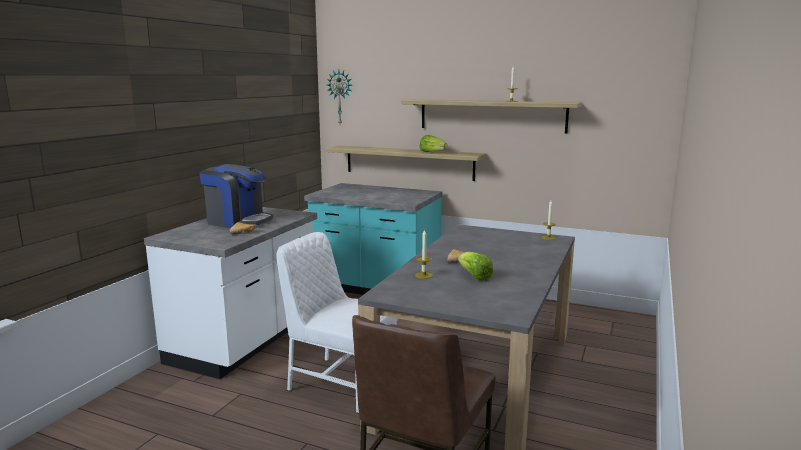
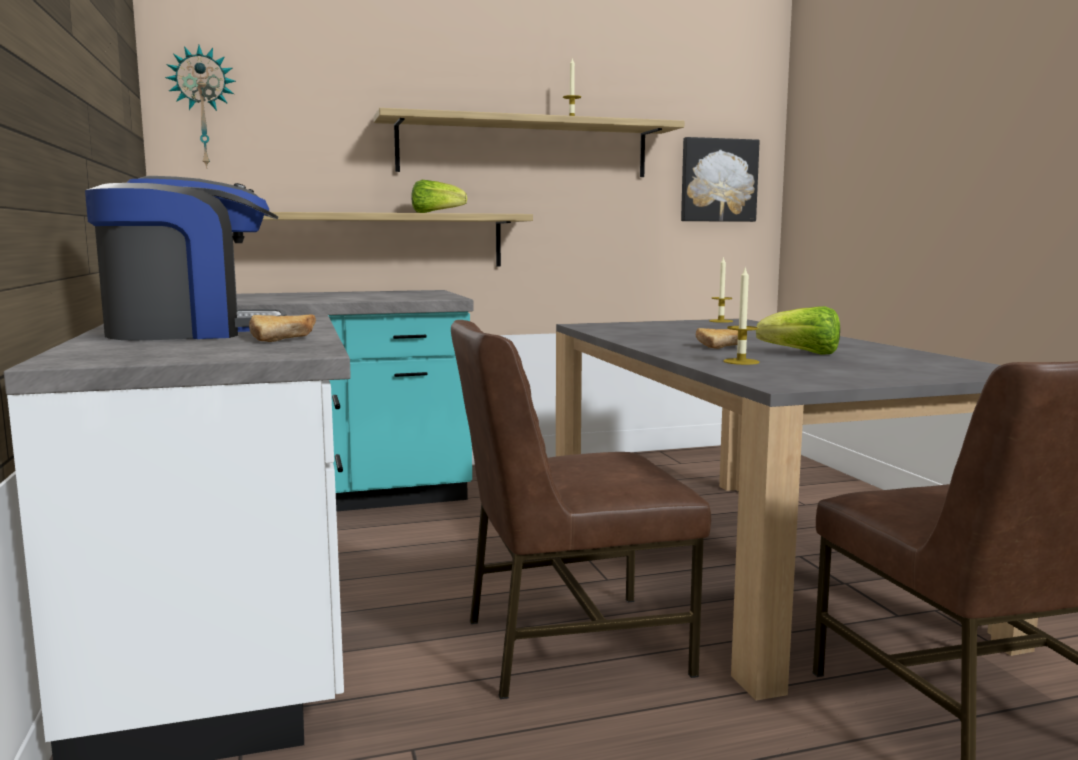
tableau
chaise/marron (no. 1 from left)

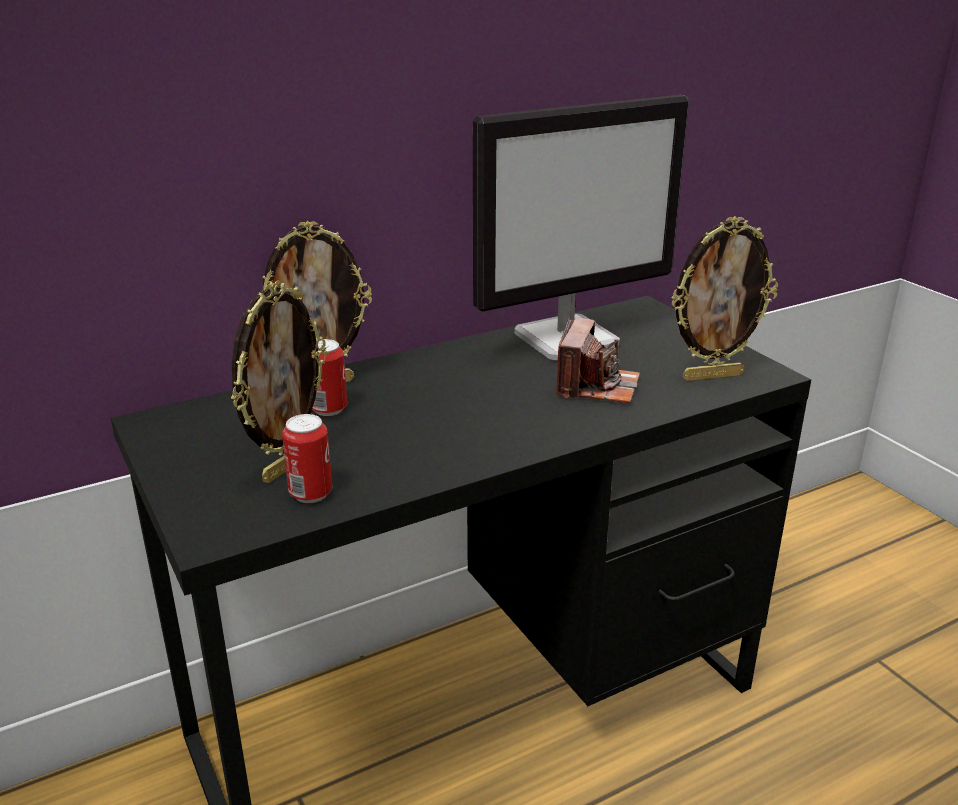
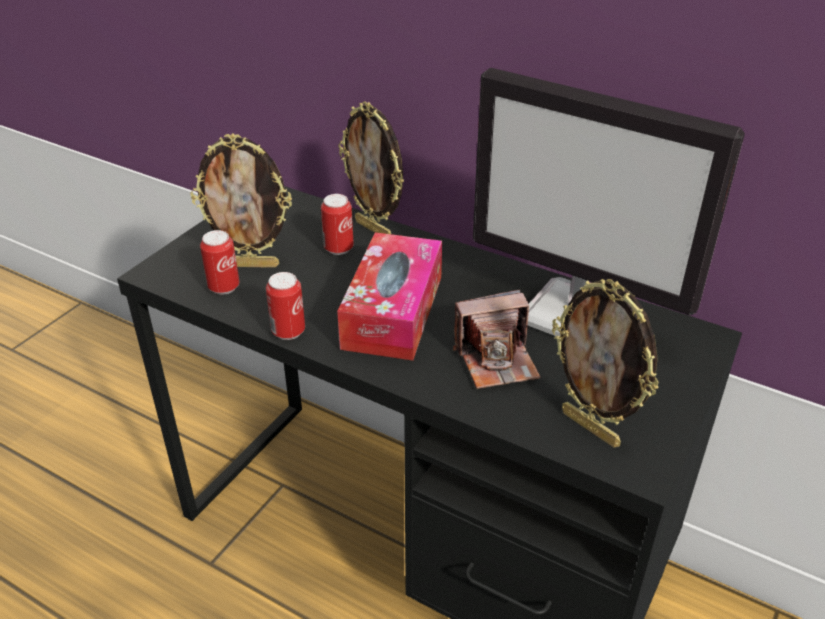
boîte métallique (no. 2 from left)
boîte à mouchoirs

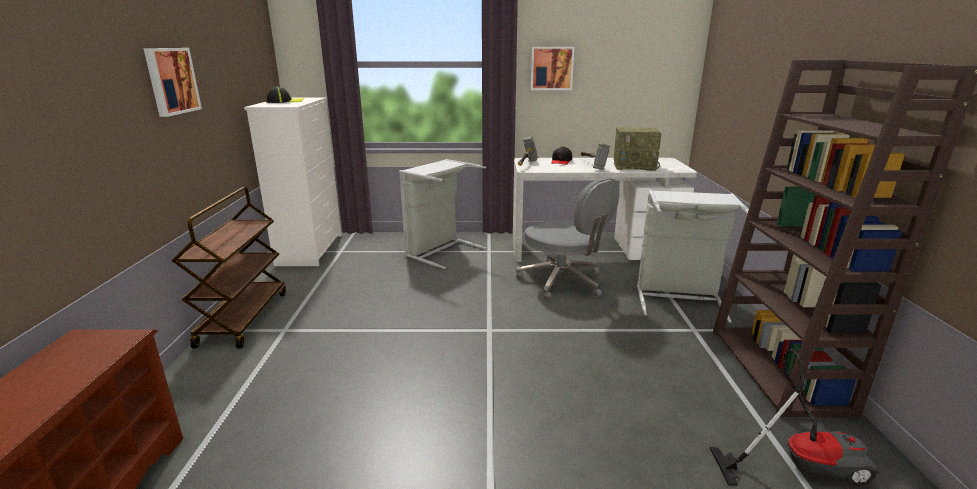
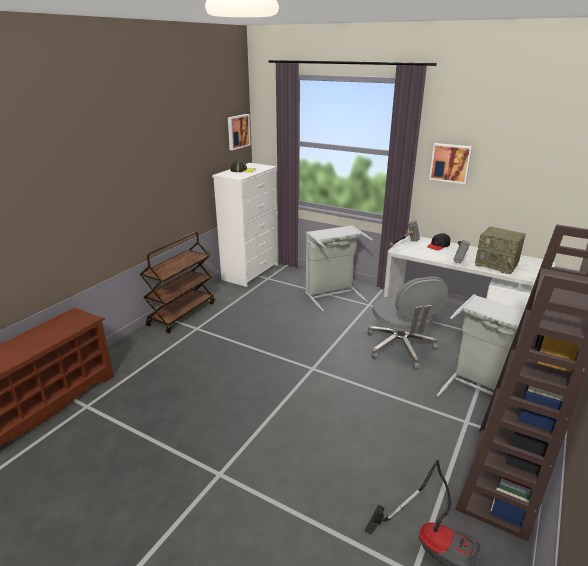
tableau (no. 1 from left)

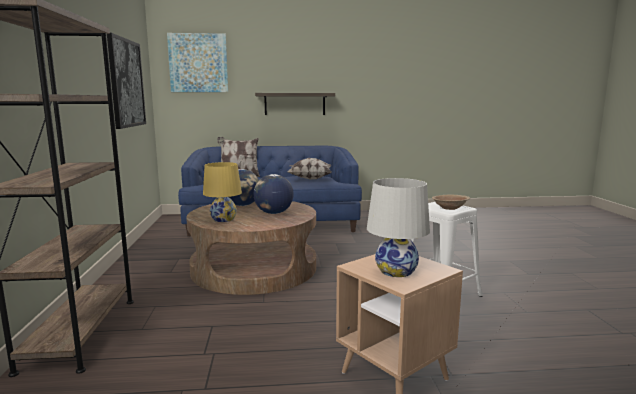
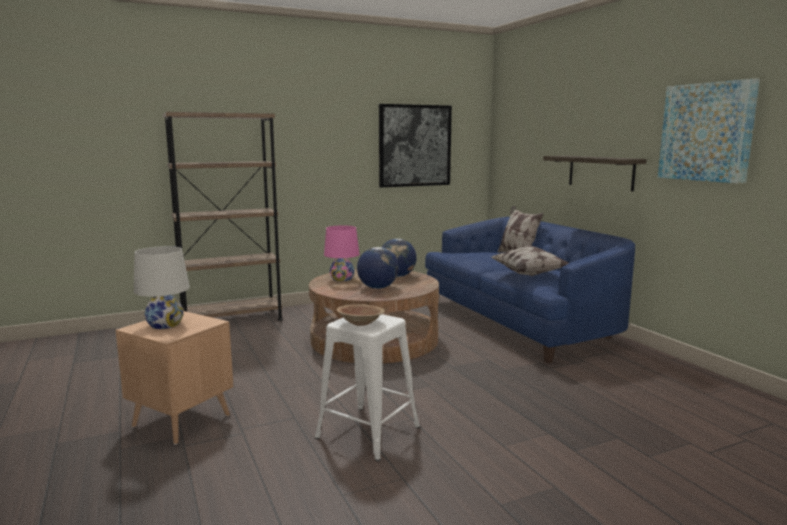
tableau (no. 2 from left)
lampe de table/rose

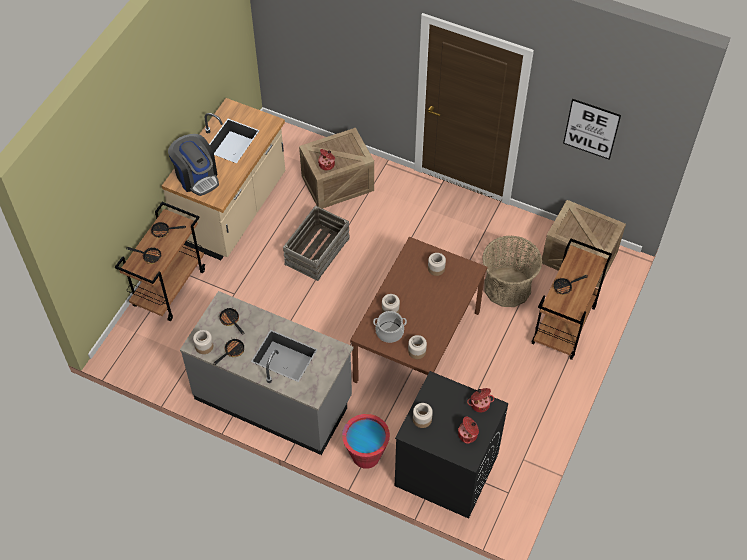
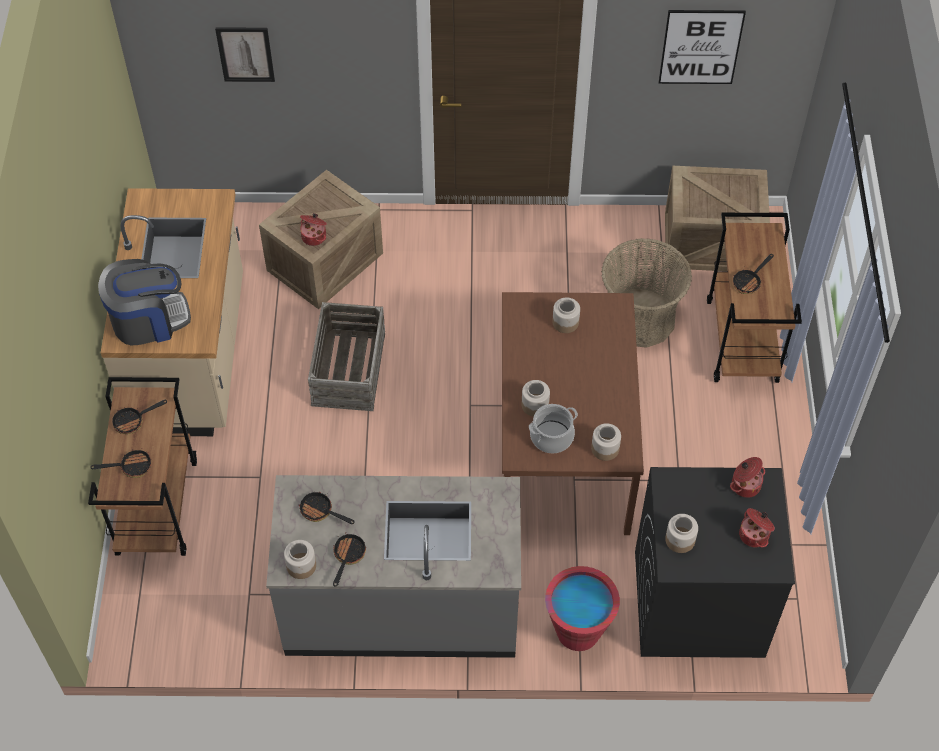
tableau (no. 1 from left)
machine à café

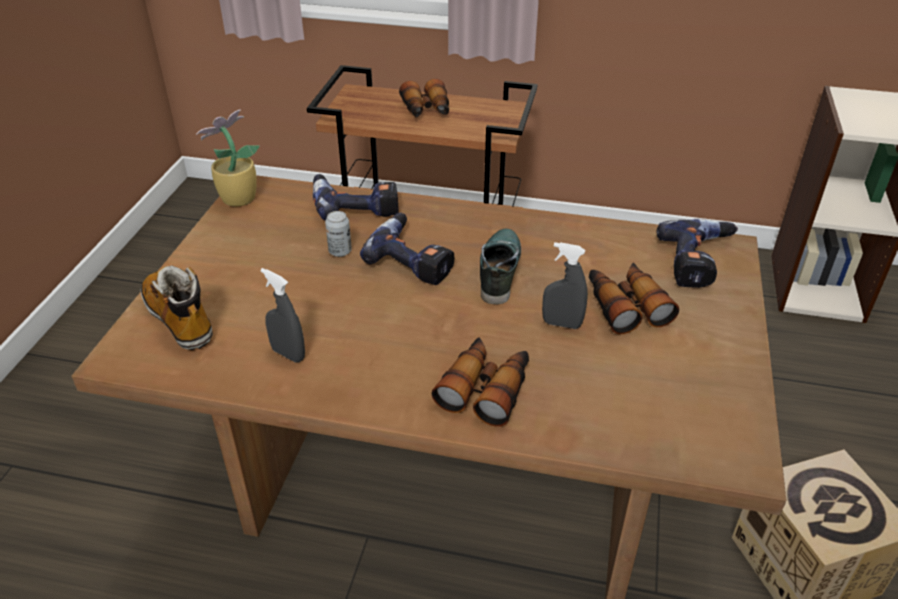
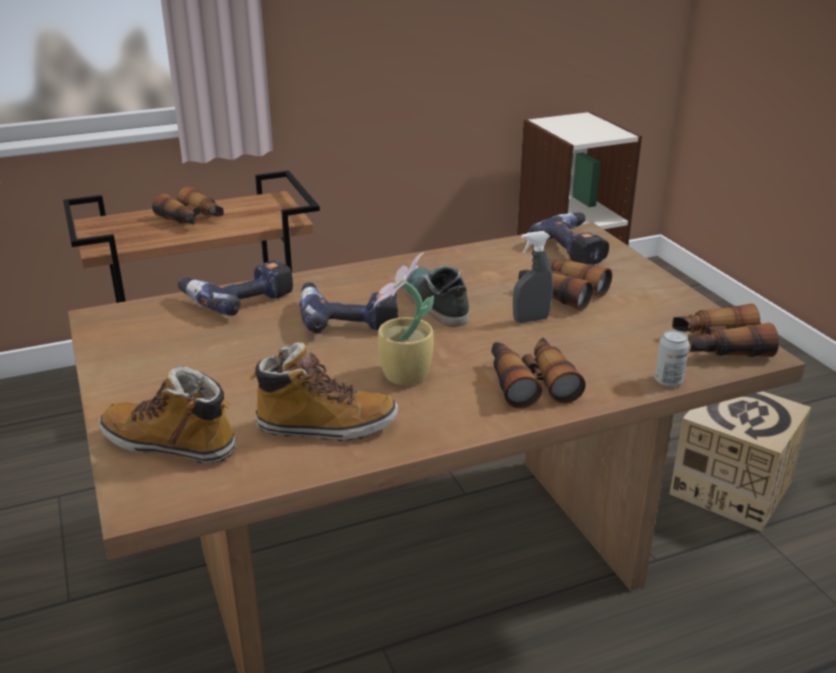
jumelles (no. 4 from left)
plante en pot
boîte métallique
botte (no. 2 from left)

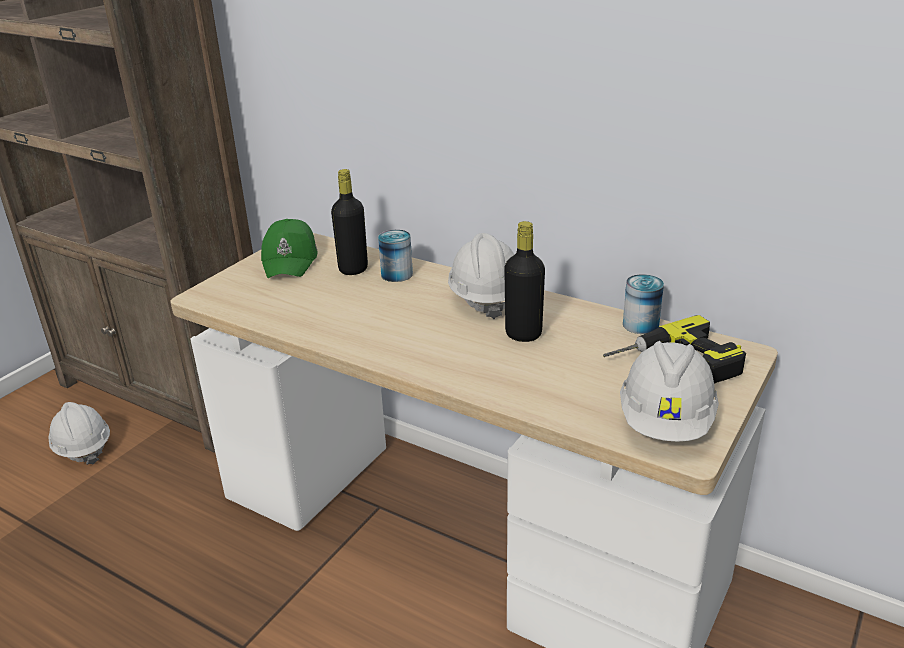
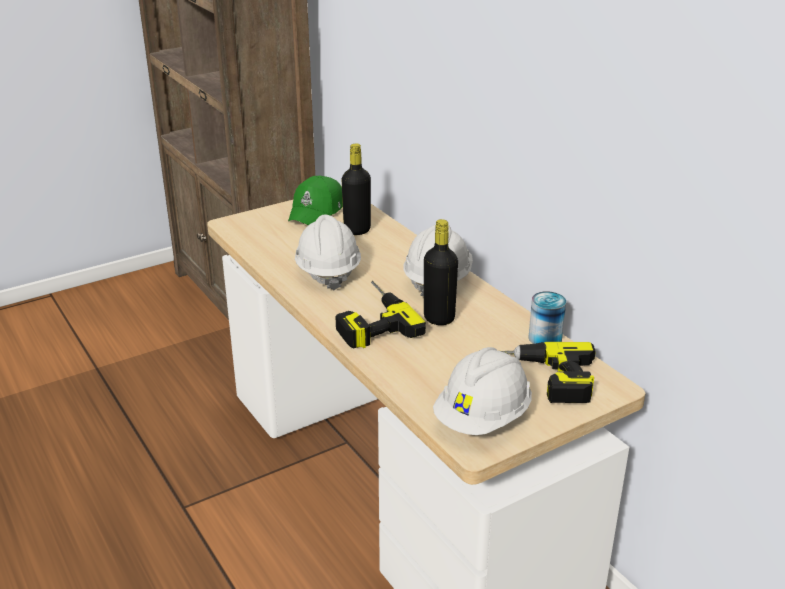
boîte métallique (no. 1 from left in the first image)
perceuse (no. 1 from left)
casque de chantier/blanc (no. 1 from left)

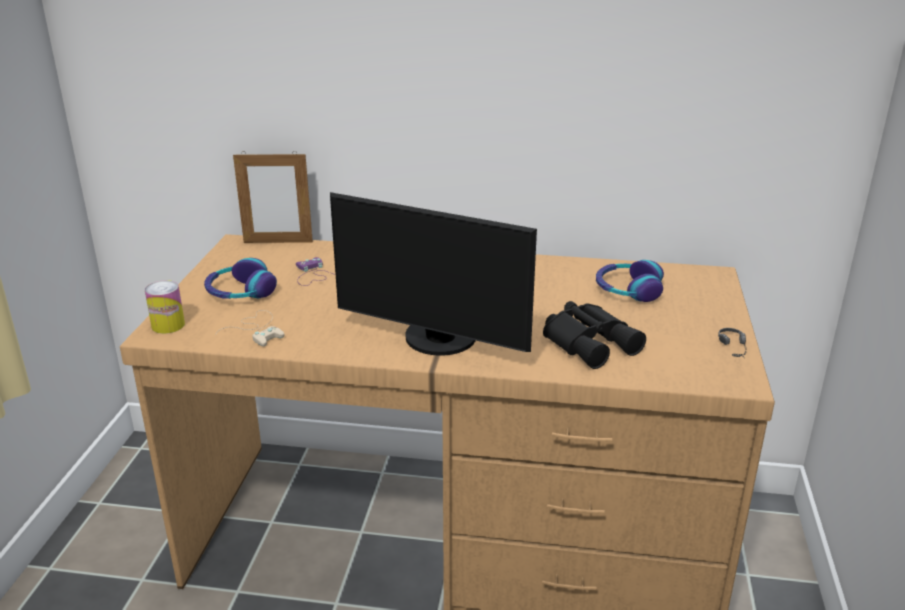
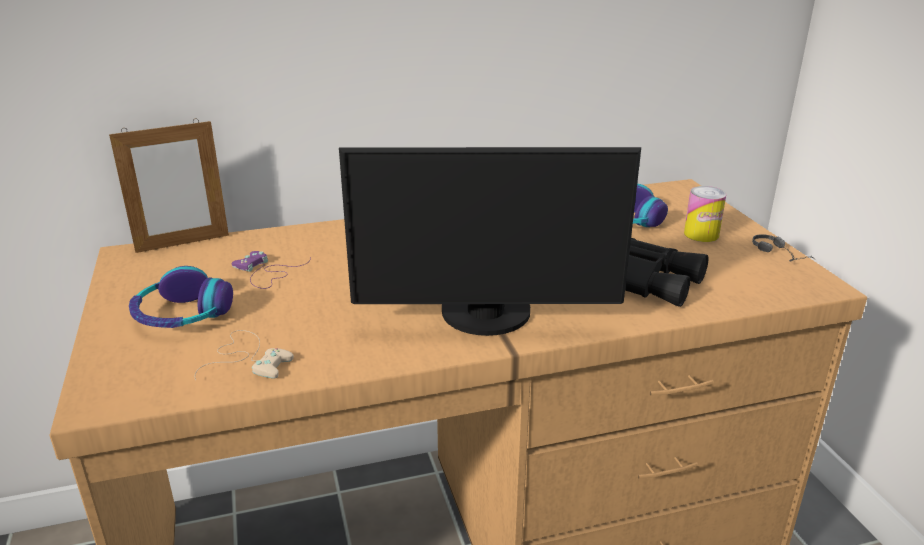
boîte métallique

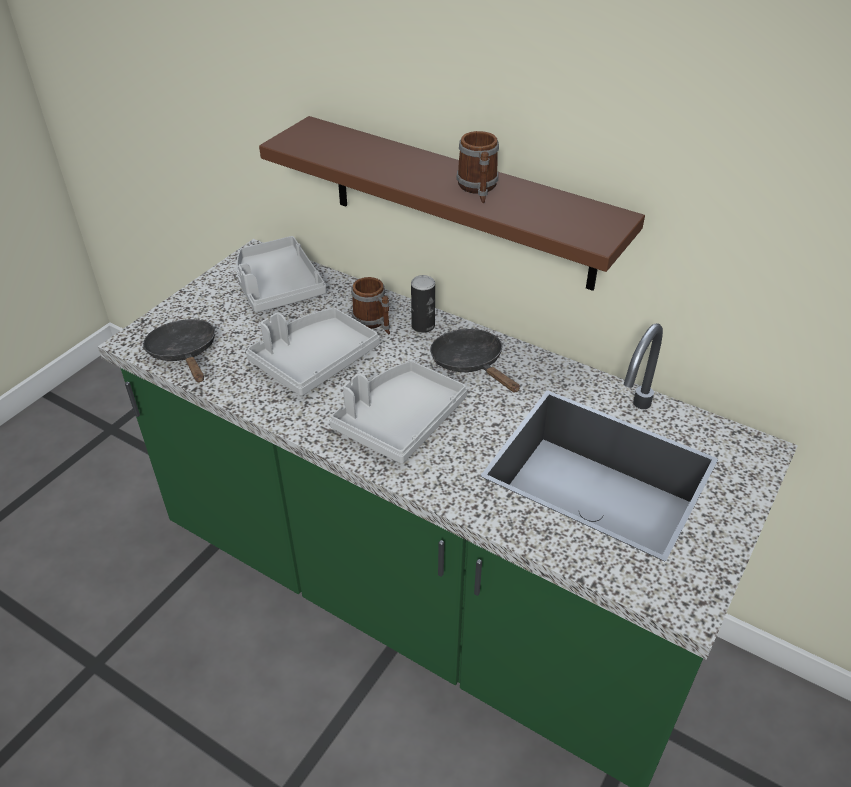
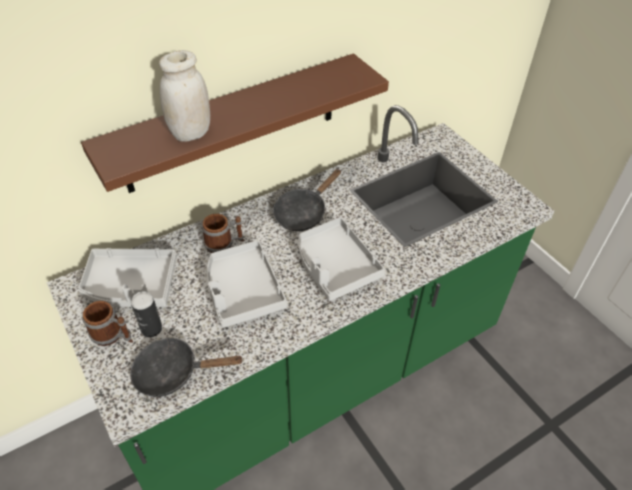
bocal/blanc
boîte métallique
mug (no. 1 from left)
poêle/noir (no. 2 from left)

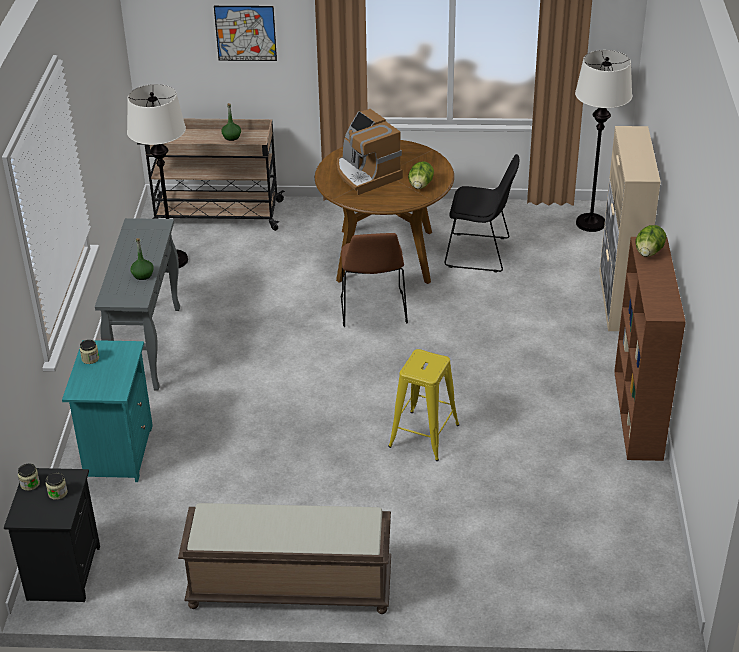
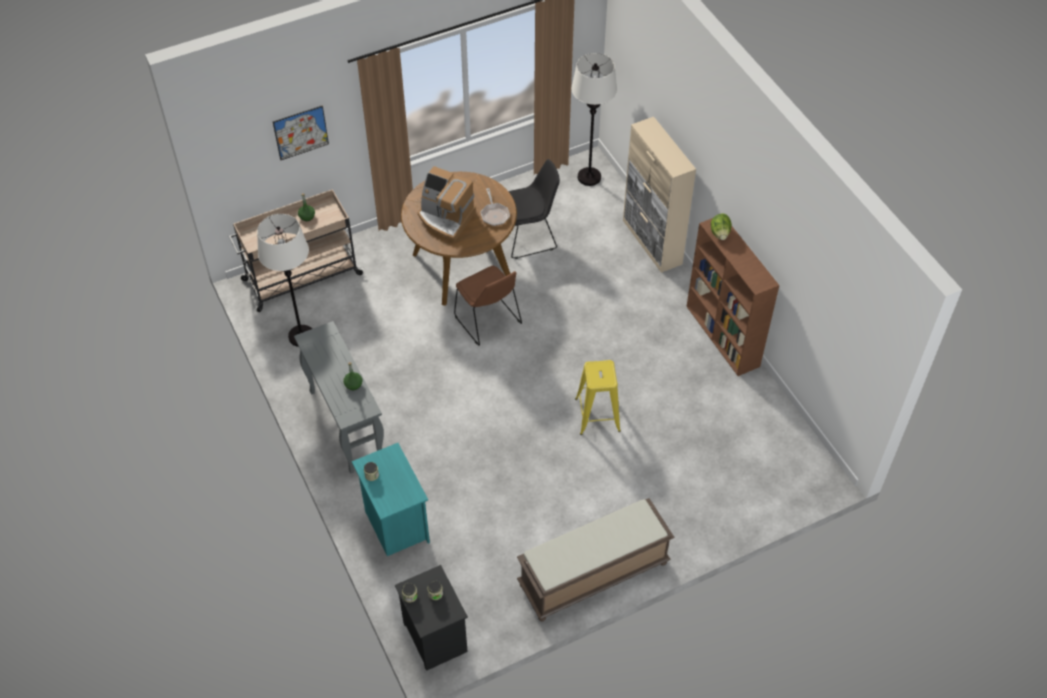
poêle

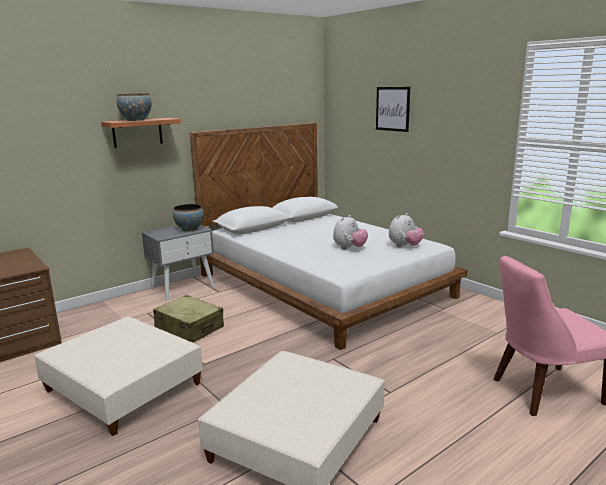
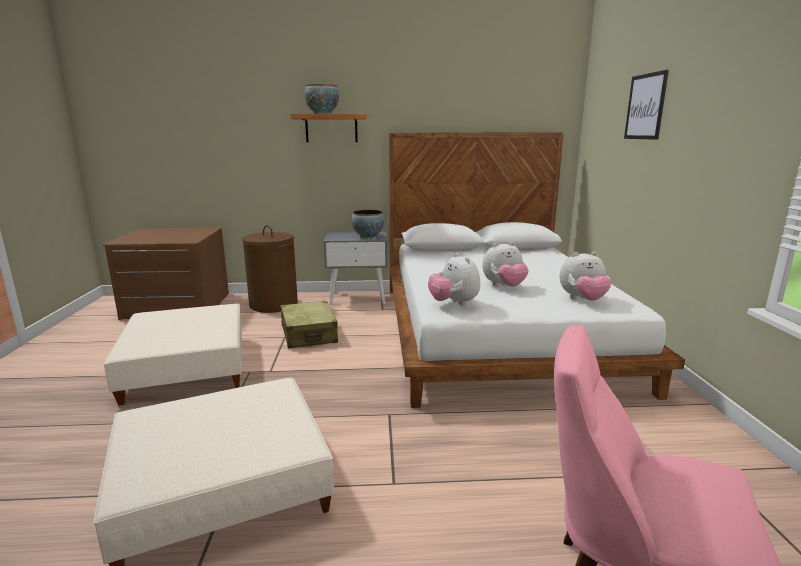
panier à linge/marron
peluche (no. 1 from left)

